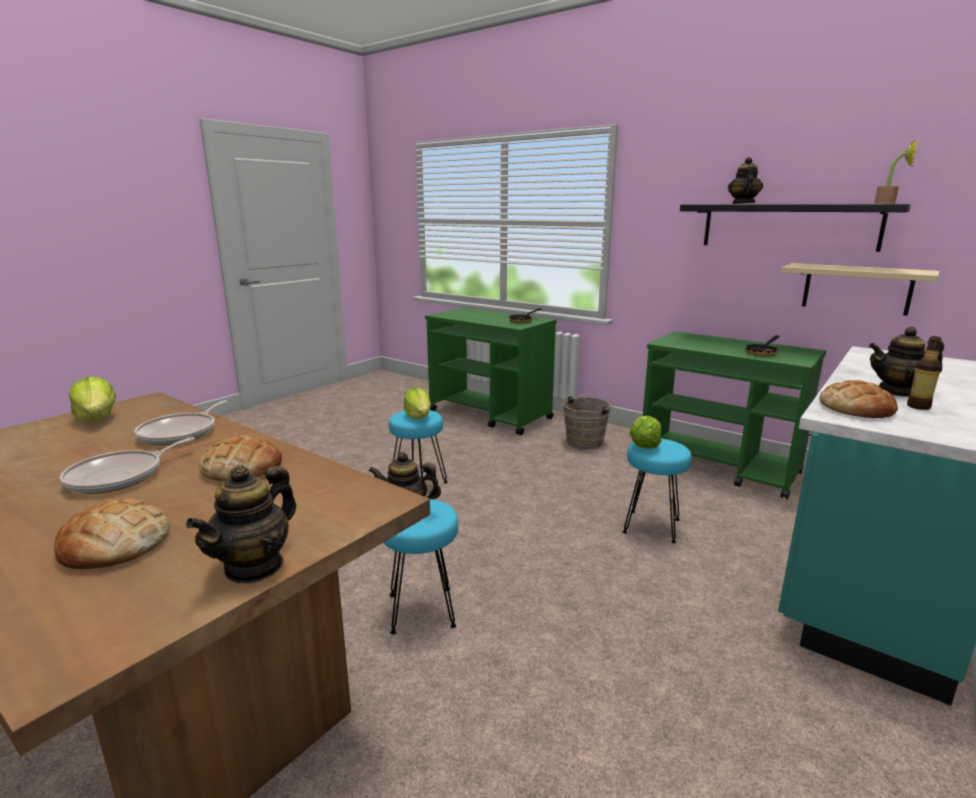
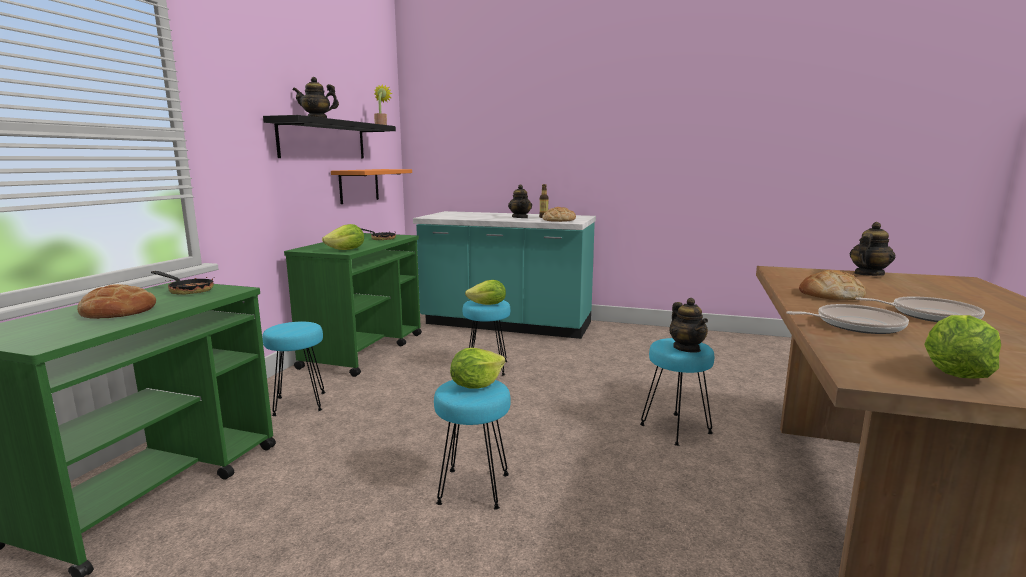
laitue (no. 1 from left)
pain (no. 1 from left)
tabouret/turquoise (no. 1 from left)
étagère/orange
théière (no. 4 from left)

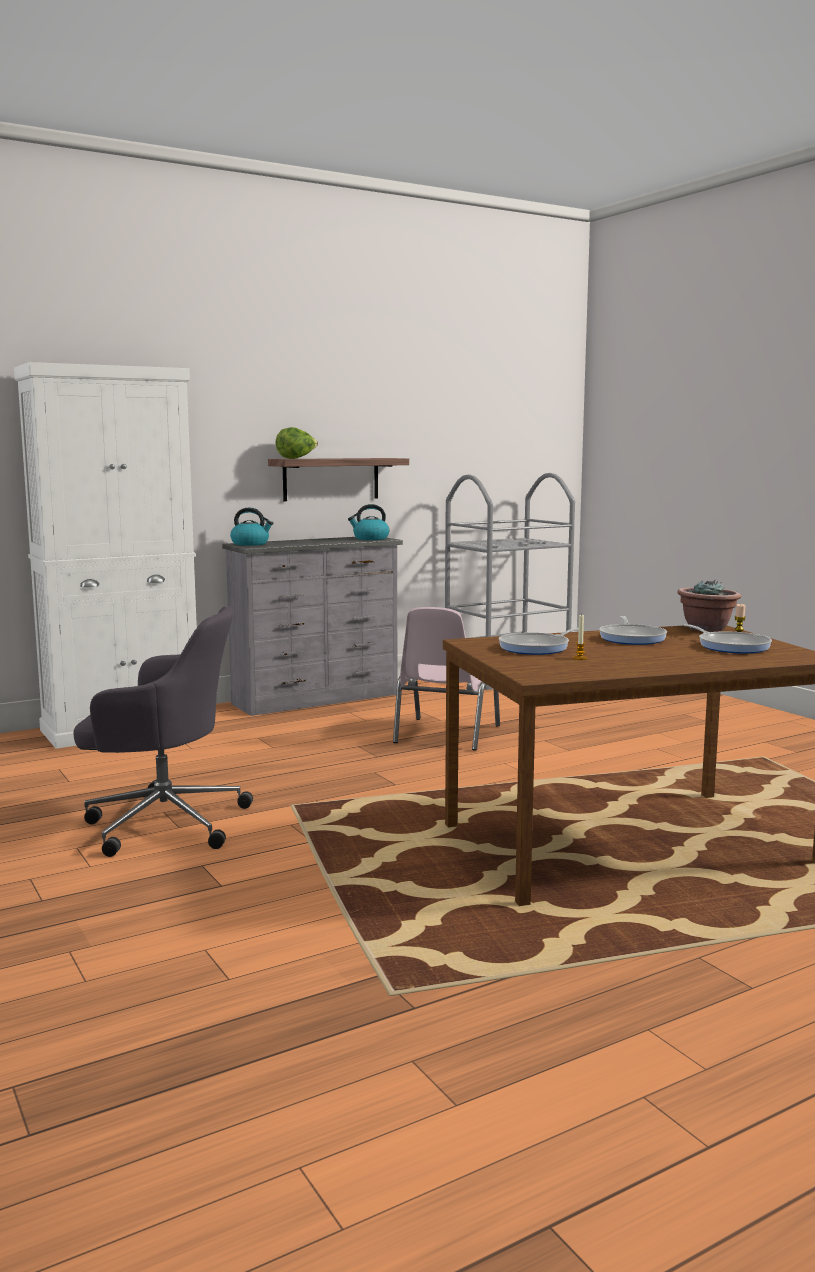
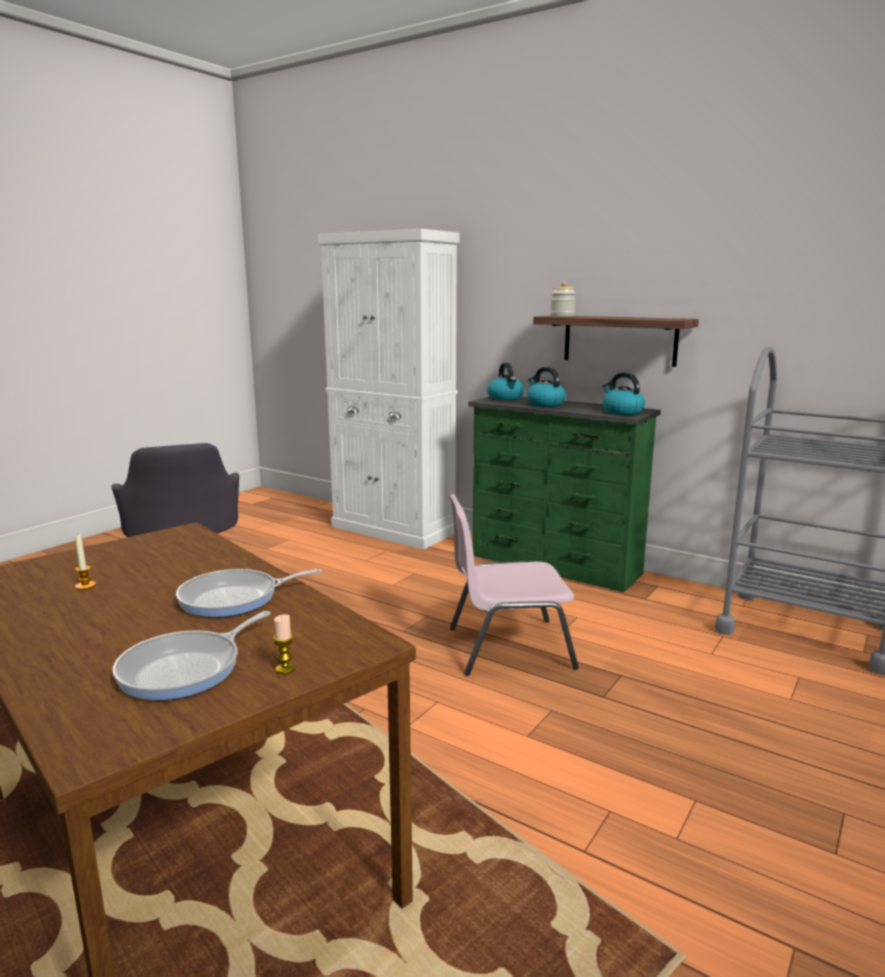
poêle (no. 1 from left in the first image)
plante en pot
bouilloire (no. 2 from left)
bocal
commode/vert

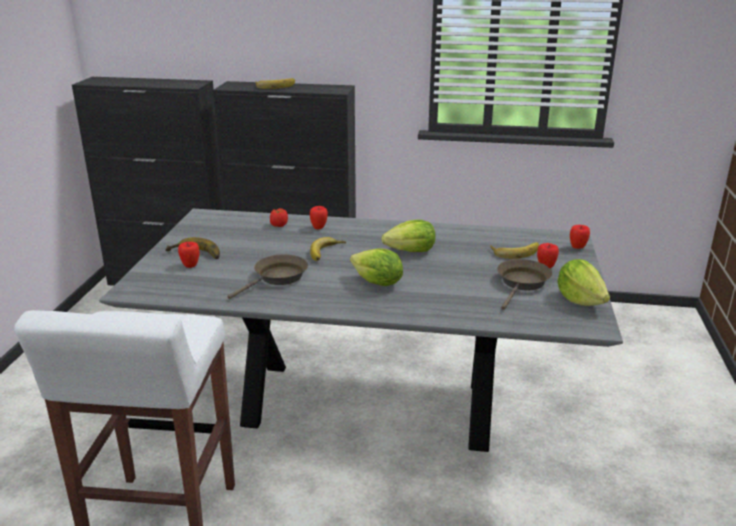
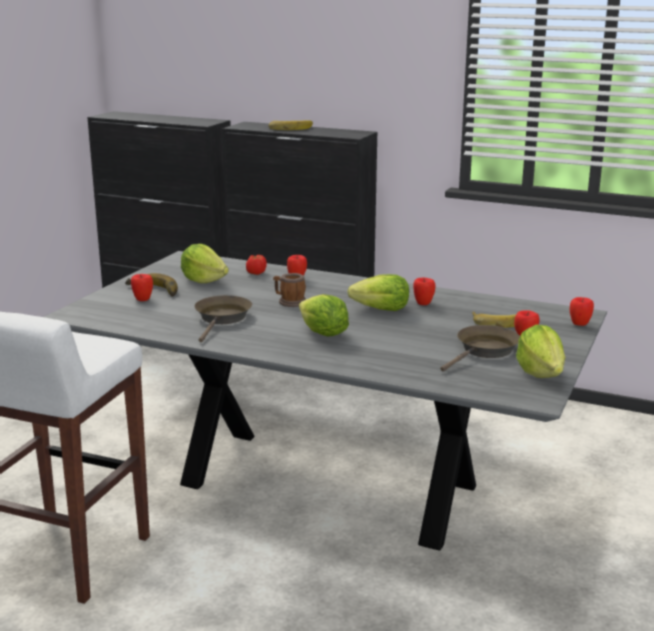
laitue (no. 1 from left)
pomme (no. 3 from left)
mug
poêle/marron (no. 1 from left)

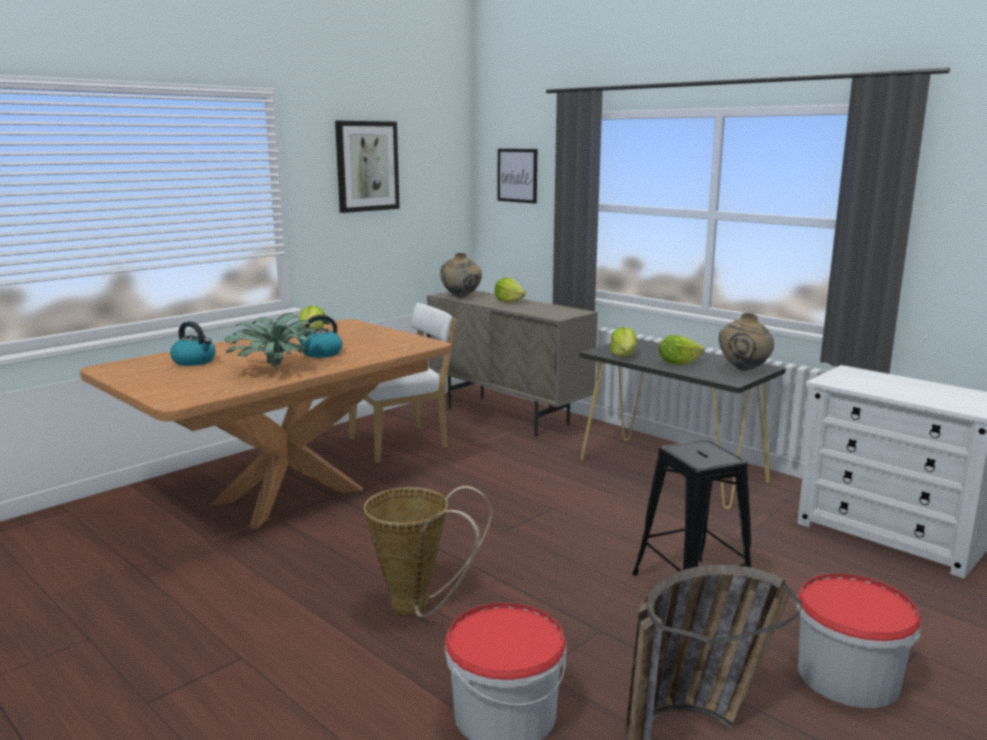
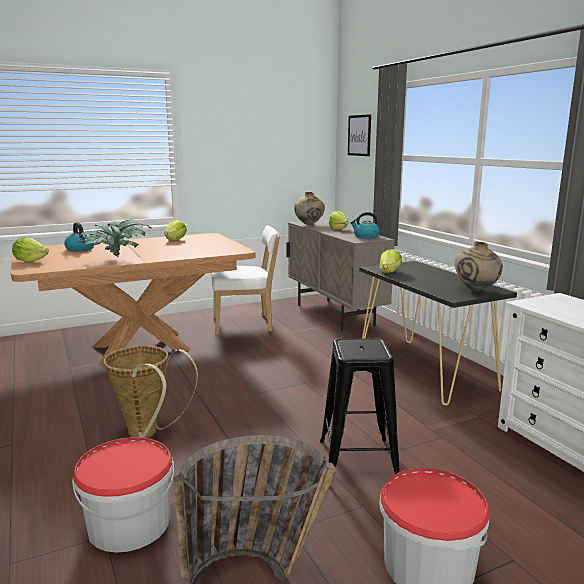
tableau (no. 1 from left in the first image)
bouilloire (no. 2 from left)
laitue (no. 1 from left)

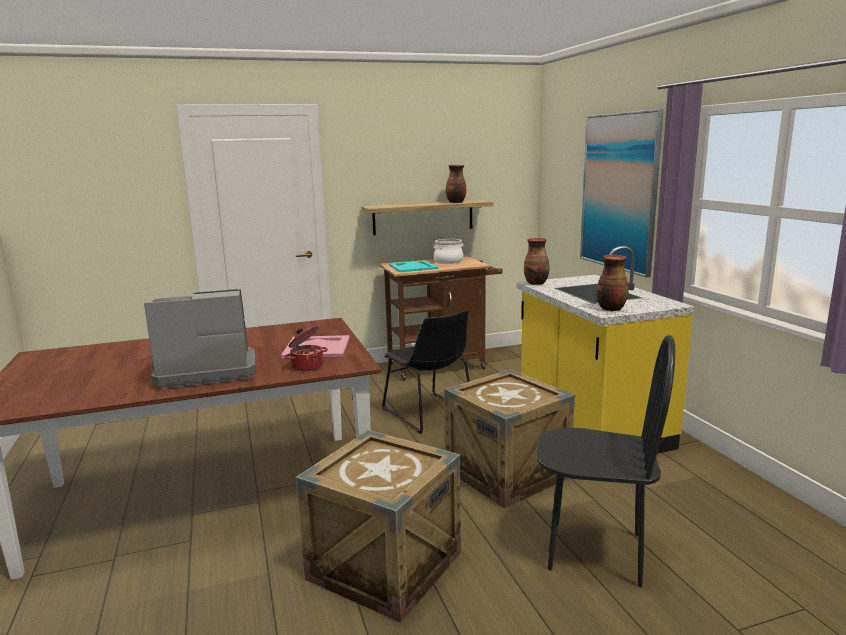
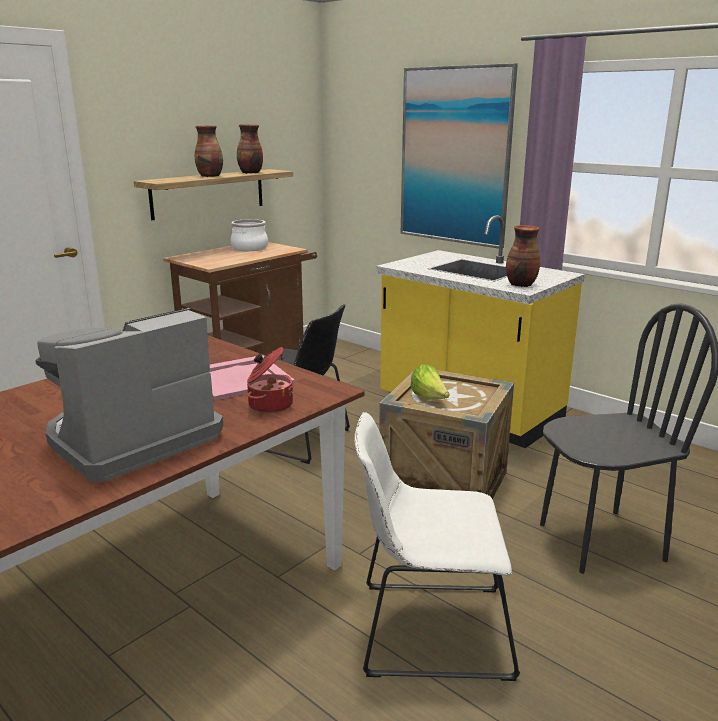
plateau/turquoise
laitue
vase (no. 1 from left)
chaise/blanc

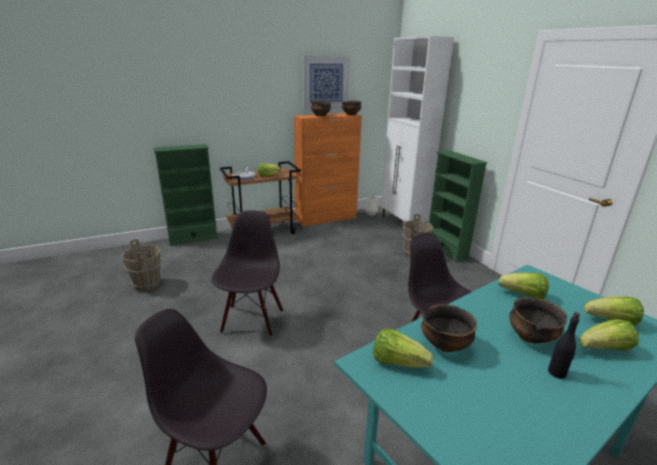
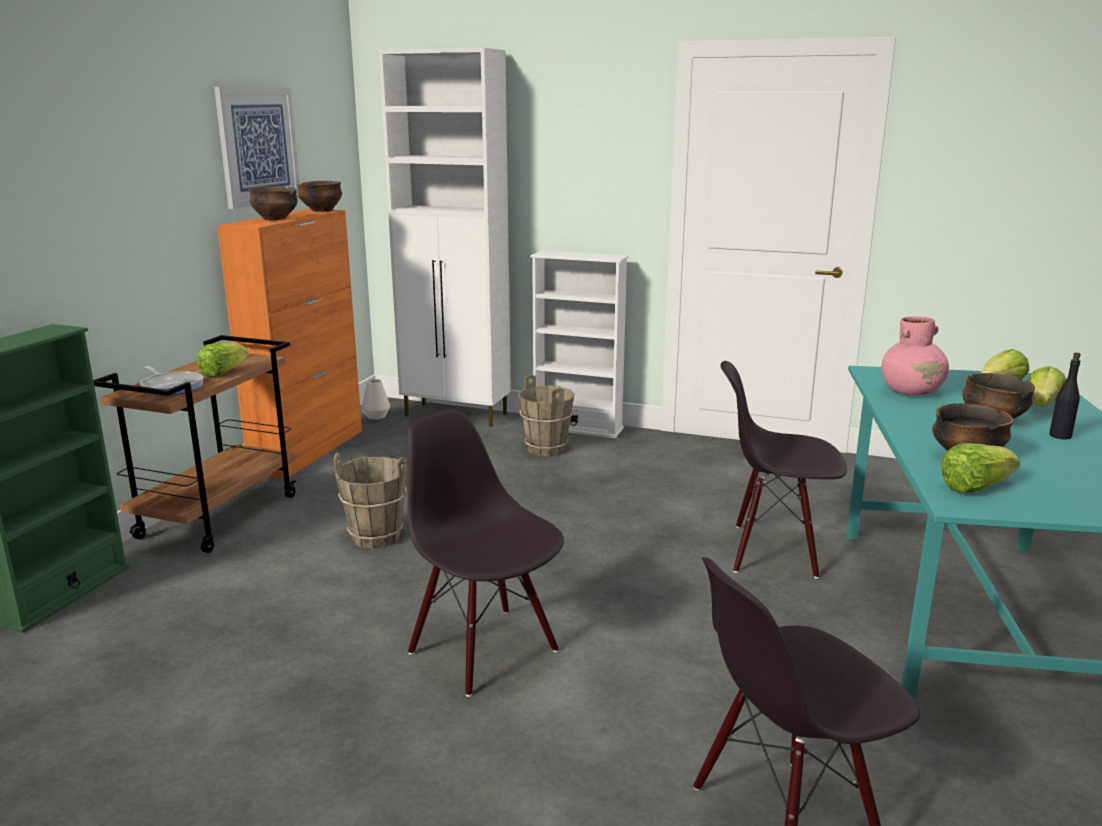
seau/marron (no. 1 from left)
vase/rose
bibliothèque/blanc

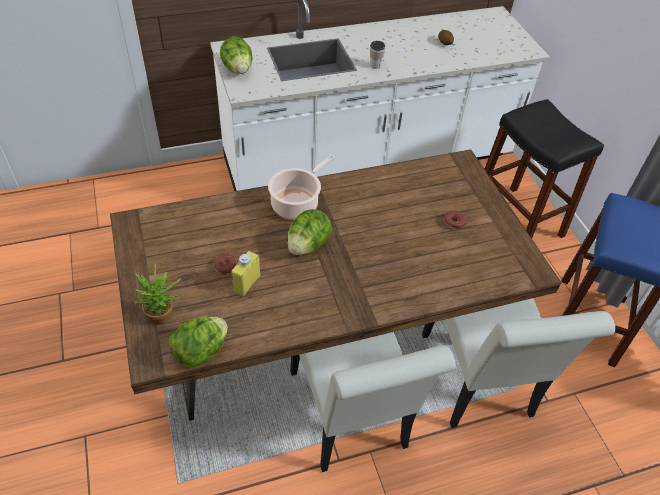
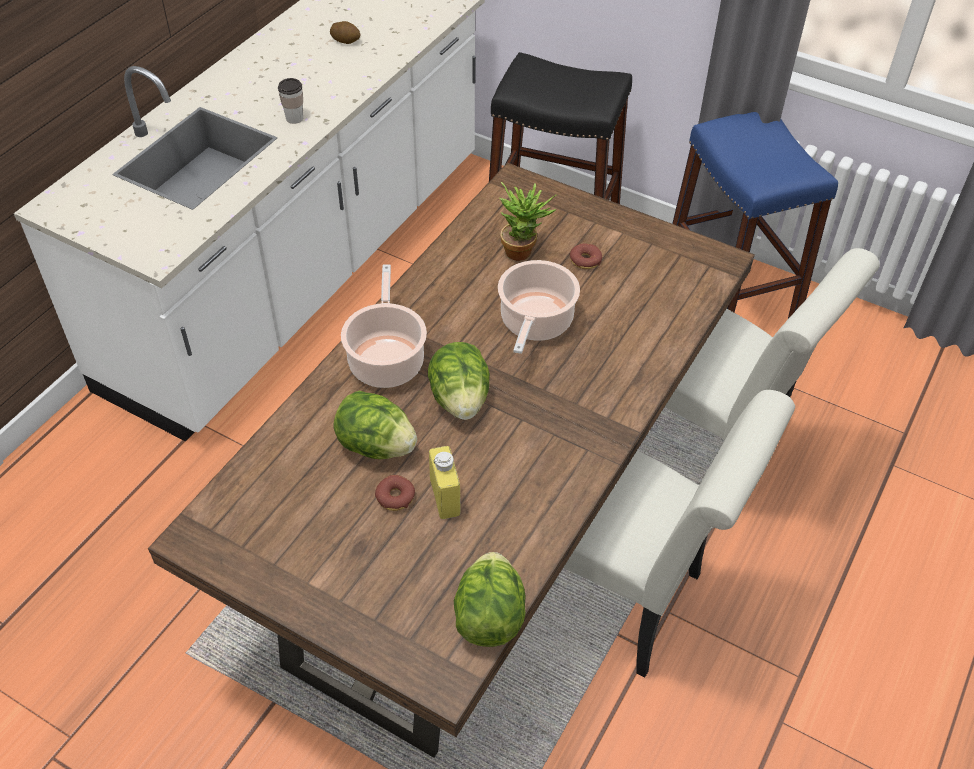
marmite (no. 2 from left)
plante en pot
laitue (no. 1 from left)

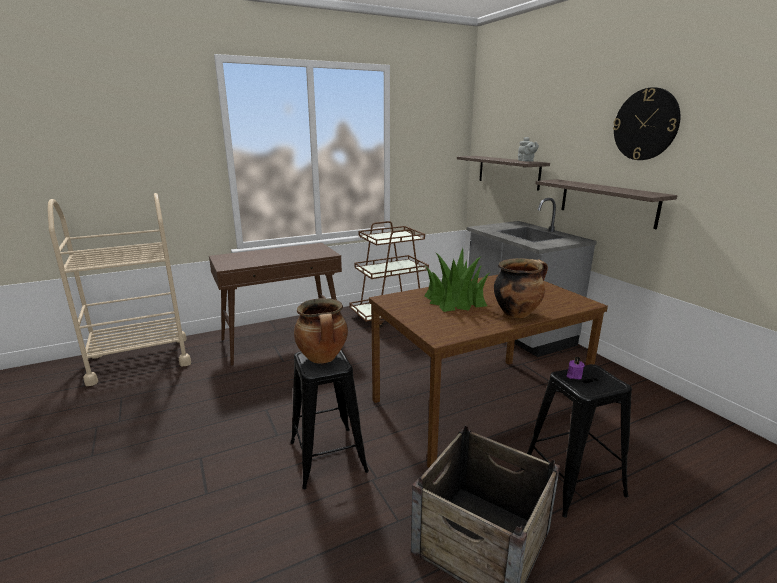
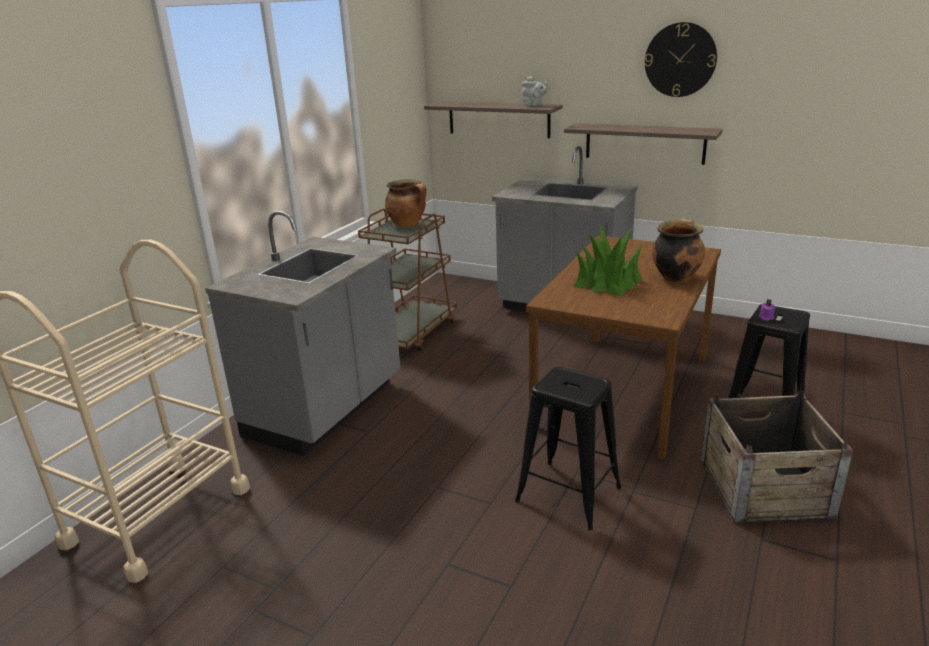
marmite (no. 1 from left)
comptoir de cuisine/gris (no. 1 from left)

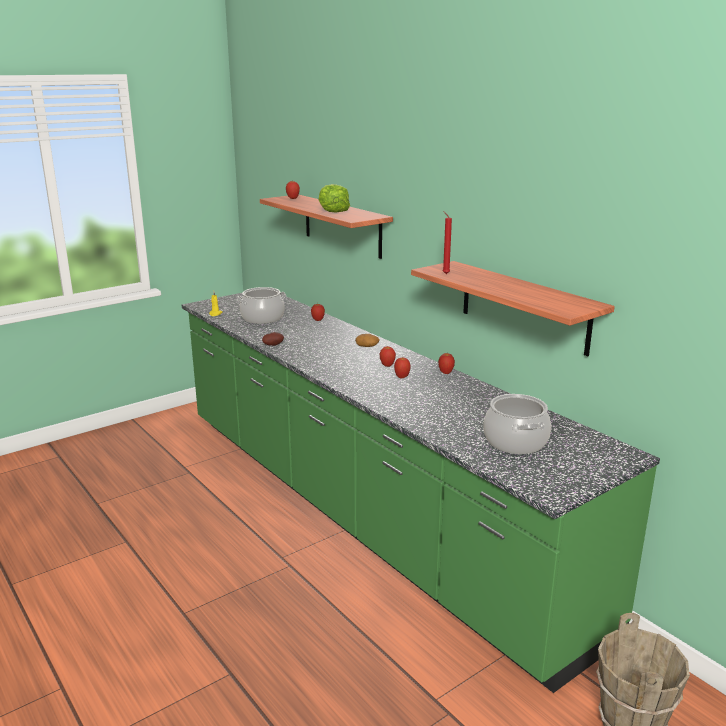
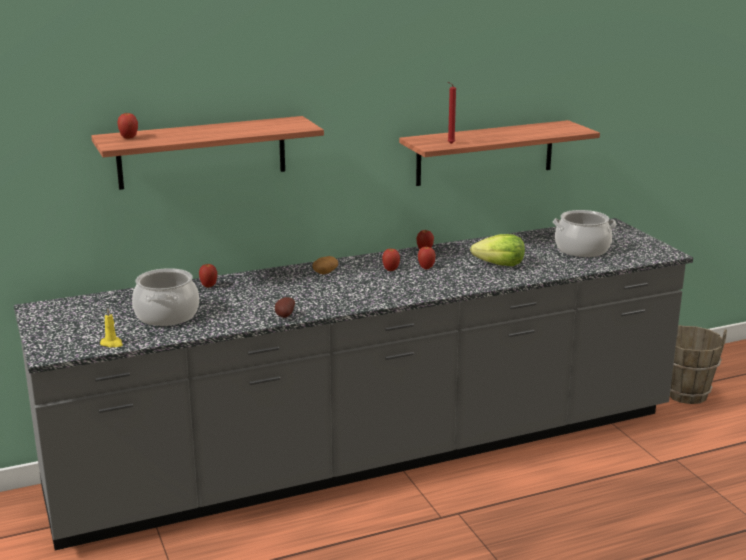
laitue
comptoir de cuisine/gris

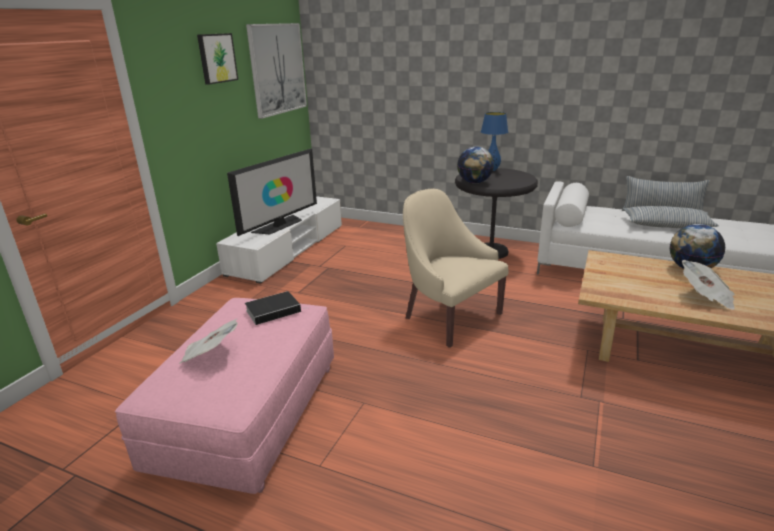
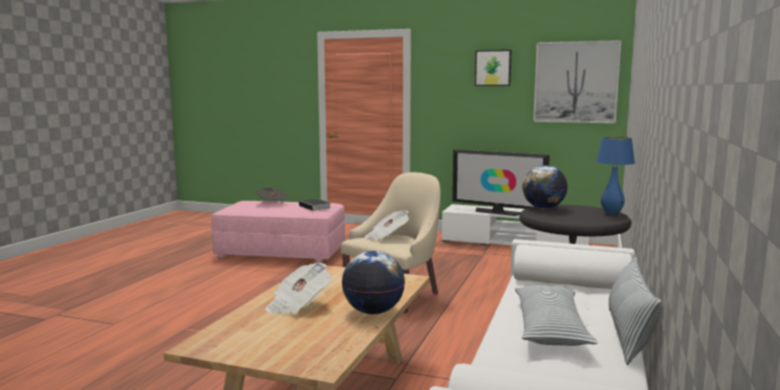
journal (no. 3 from left)

